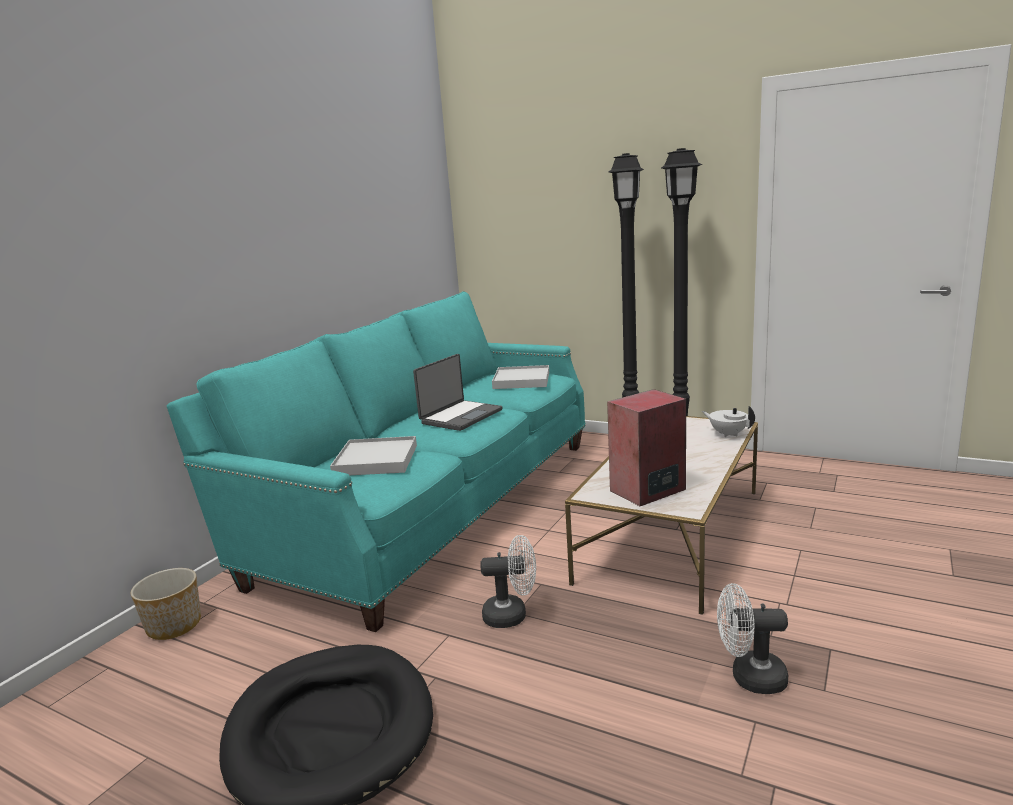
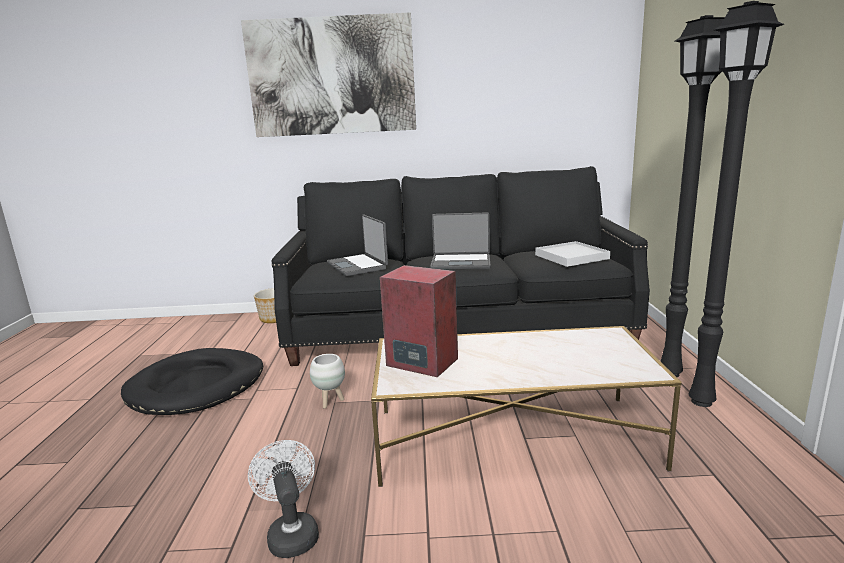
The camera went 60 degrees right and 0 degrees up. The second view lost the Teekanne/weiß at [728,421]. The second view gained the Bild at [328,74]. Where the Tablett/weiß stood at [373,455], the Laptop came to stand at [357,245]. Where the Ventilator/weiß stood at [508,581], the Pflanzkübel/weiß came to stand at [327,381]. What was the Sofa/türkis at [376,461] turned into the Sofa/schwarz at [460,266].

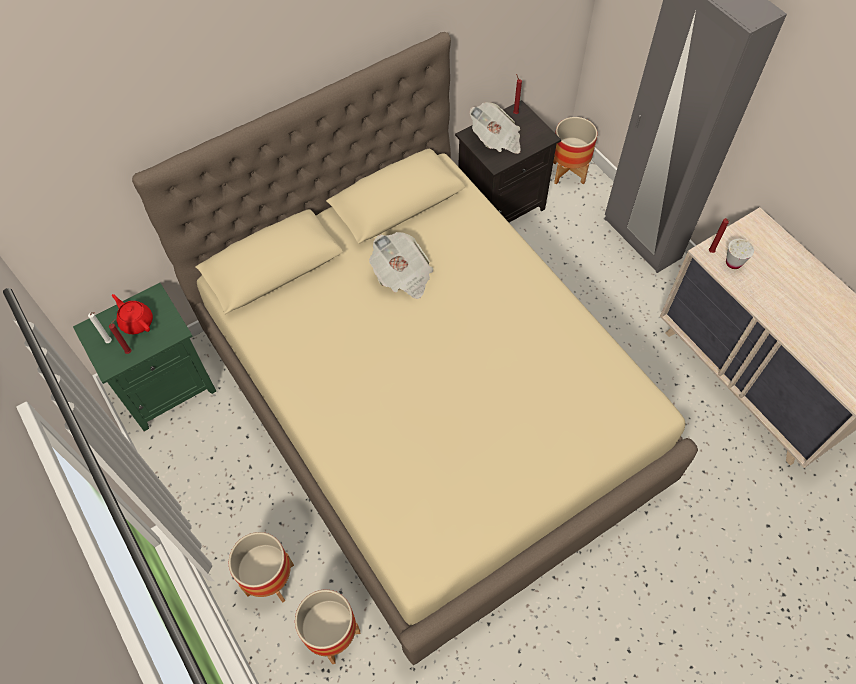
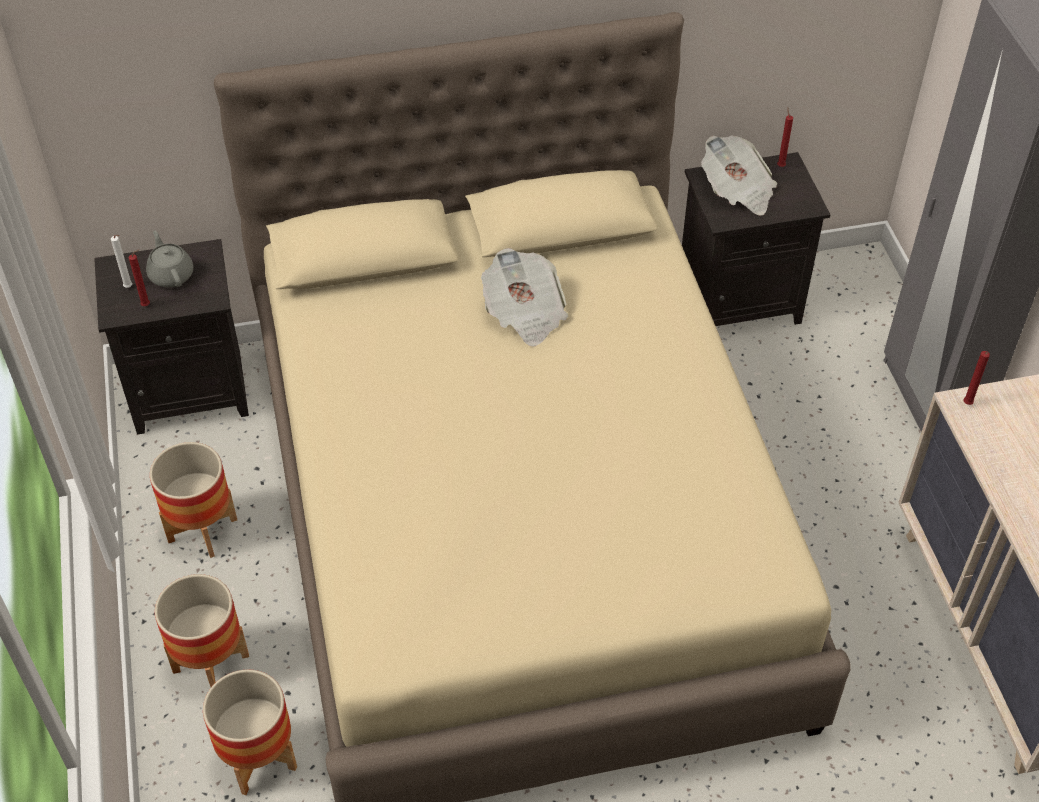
The camera went 20 degrees right and 10 degrees down. The second view lost the Tasse/weiß at [740,254]. The Pflanzkübel ended up elsewhere, having gone from [575,150] to [193,500]. What was the Nachttisch/grün at [144,357] turned into the Nachttisch/schwarz at [171,337]. What was the Teekanne/rot at [132,314] turned into the Teekanne/grau at [169,258].

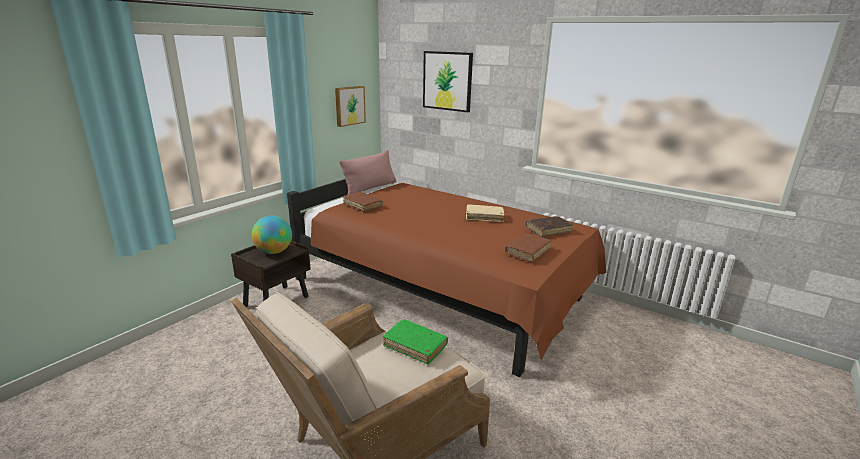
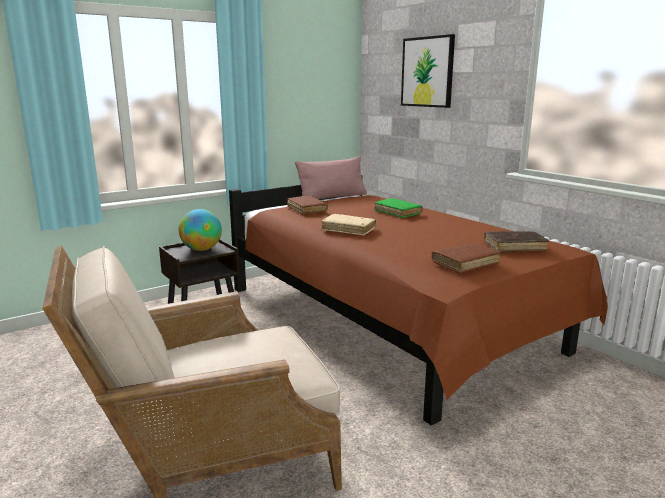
The camera went 20 degrees right and 5 degrees down. The second view lost the Bild at [350,106]. The Buch/grün ended up elsewhere, having gone from [415,341] to [398,208]. The Buch/beige ended up elsewhere, having gone from [485,213] to [349,225].

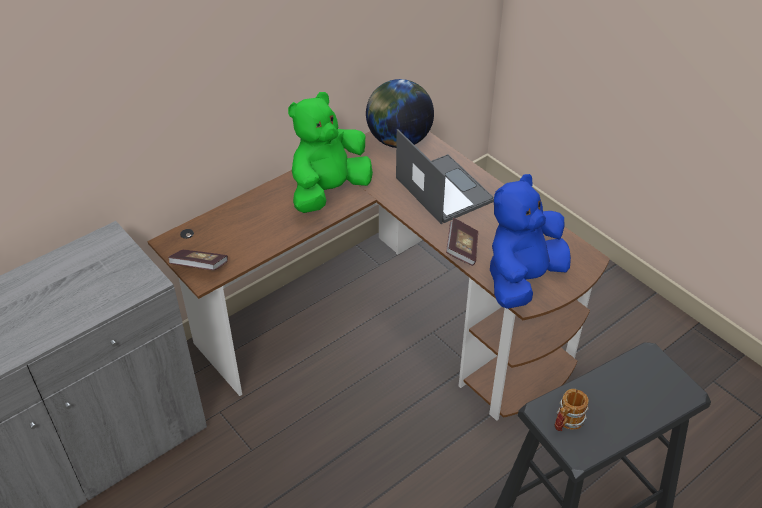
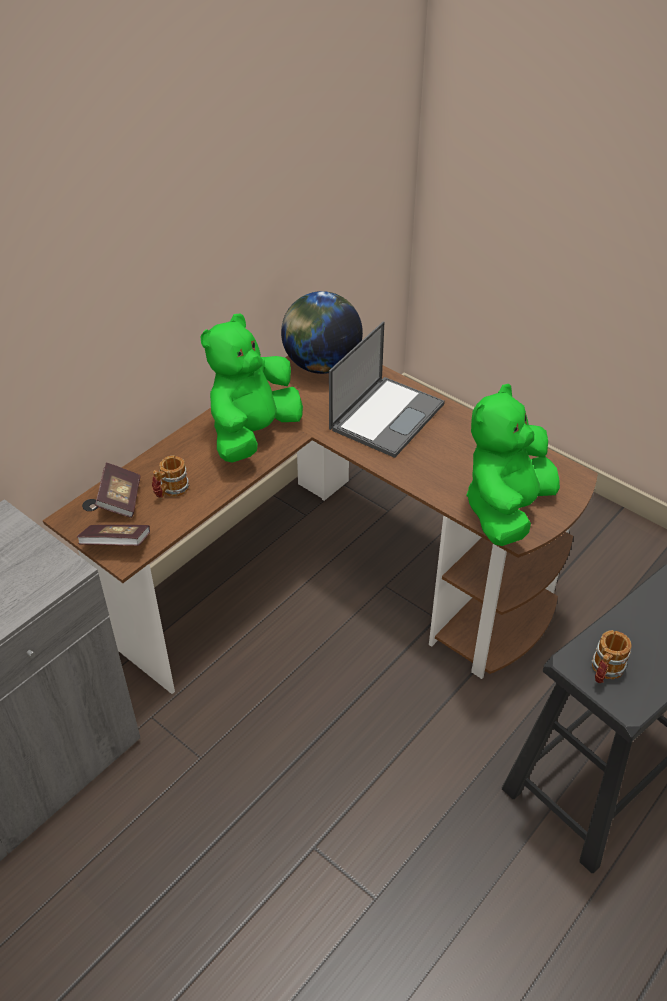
The camera went 10 degrees left and 0 degrees up. The second view gained the Henkelbecher at [170,476]. The Buch ended up elsewhere, having gone from [462,242] to [118,490]. What was the Plüschtier/blau at [530,241] turned into the Plüschtier/grün at [513,465]. The Laptop at [445,176] ended up facing another way, 75 degrees clockwise from before.

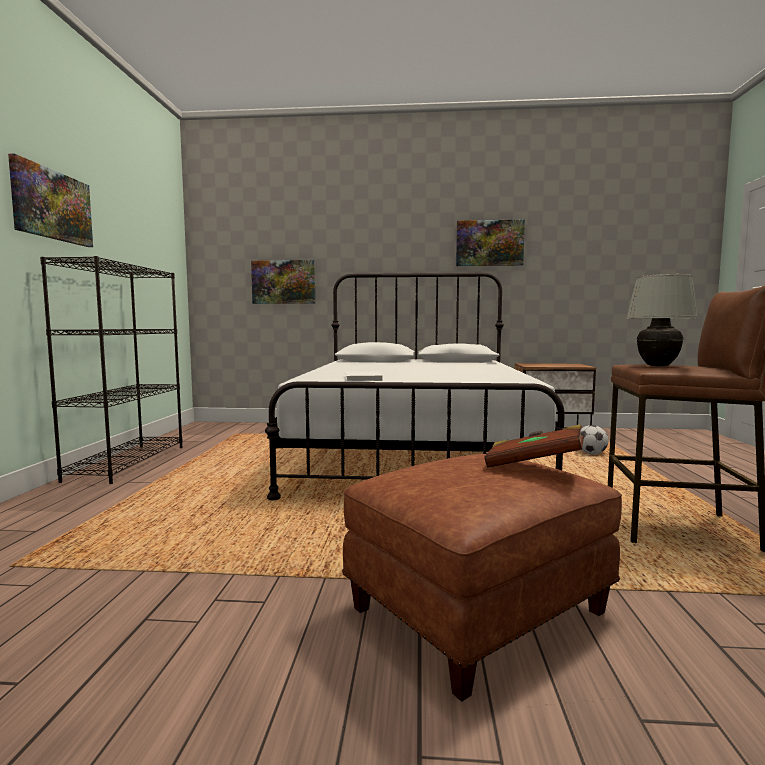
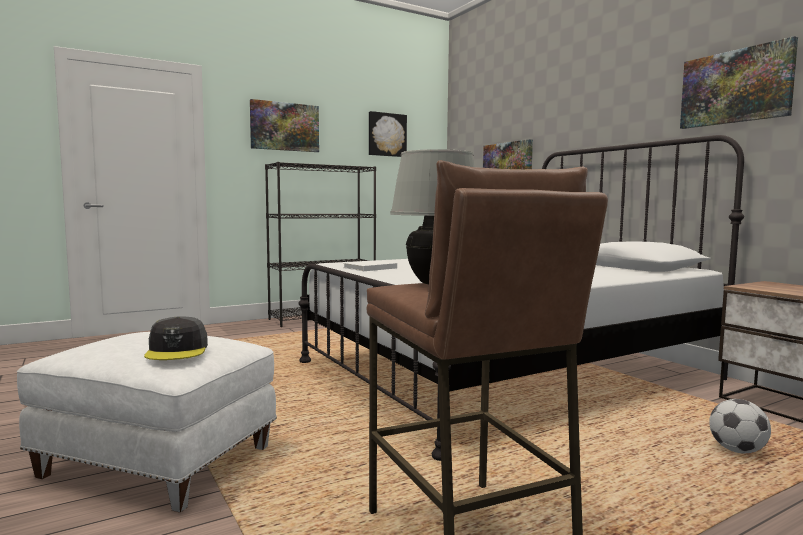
The camera went 55 degrees right and 0 degrees up. The second view gained the Bild at [388,134]. Where the Buch/braun stood at [534,446], the Kappe/grau came to stand at [176,338]. What was the Polsterhocker/braun at [482,578] turned into the Polsterhocker/weiß at [147,422].

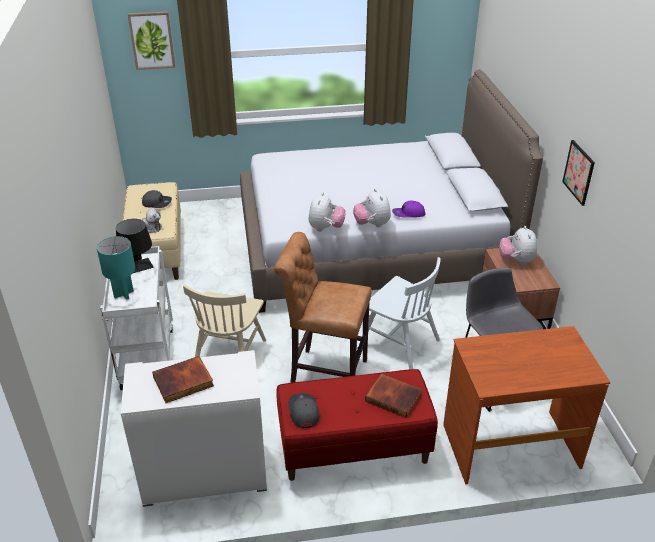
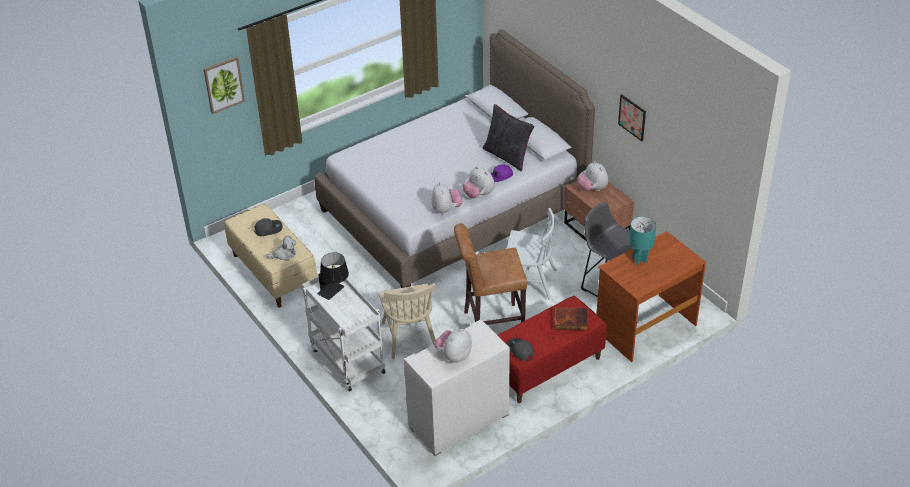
The camera went 25 degrees left and 5 degrees up. The second view gained the Kissen/schwarz at [508,138]. The Tischlampe/türkis ended up elsewhere, having gone from [116,268] to [642,240]. Where the Buch stood at [183,379], the Plüschtier came to stand at [453,346].

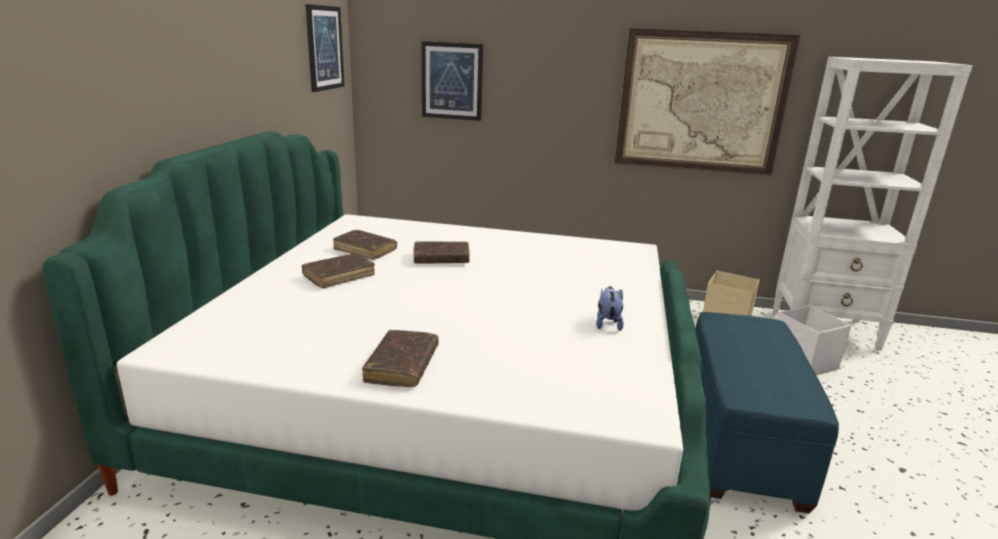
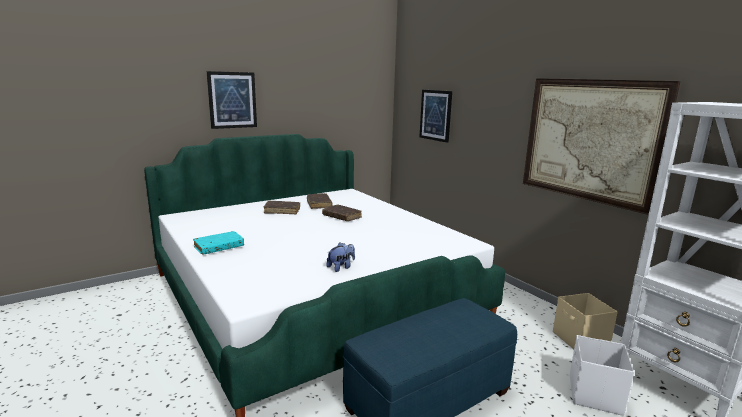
The camera went 45 degrees right and 5 degrees down. The Bild ended up elsewhere, having gone from [324,48] to [232,100]. What was the Buch/braun at [400,358] turned into the Buch/türkis at [218,243].

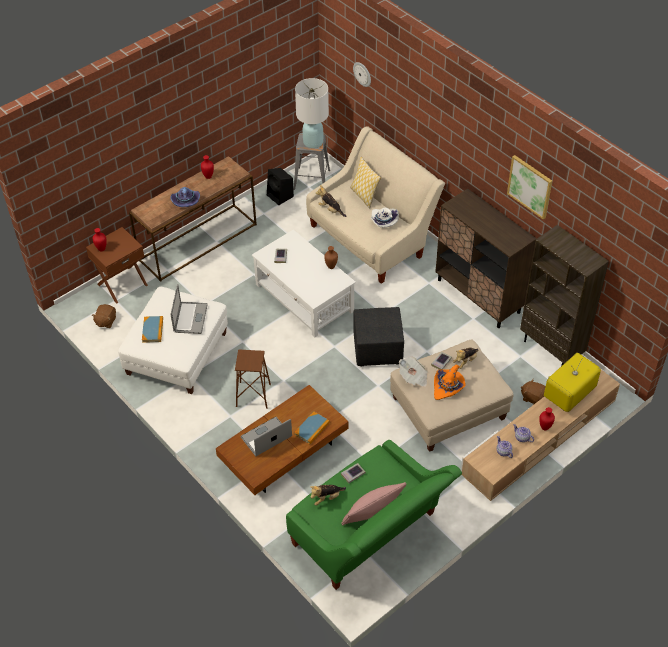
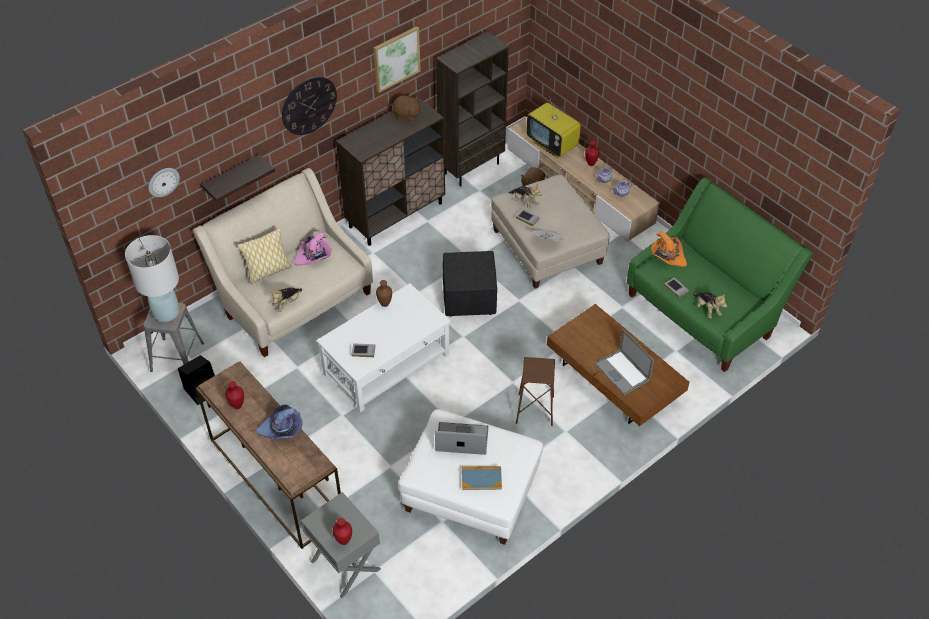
The camera went 90 degrees left and 0 degrees up. The second view lost the Buch at [312,427]. The second view lost the Kissen/rosa at [373,504]. The second view gained the Wandregal at [238,178]. The second view gained the Wanduhr at [309,105]. The Plüschtier/braun ended up elsewhere, having gone from [104,316] to [407,108]. The Hut/orange ended up elsewhere, having gone from [450,382] to [669,249]. What was the Nachttisch/braun at [117,265] turned into the Nachttisch/grau at [341,545]. What was the Hut/weiß at [385,217] turned into the Hut/rosa at [312,249].

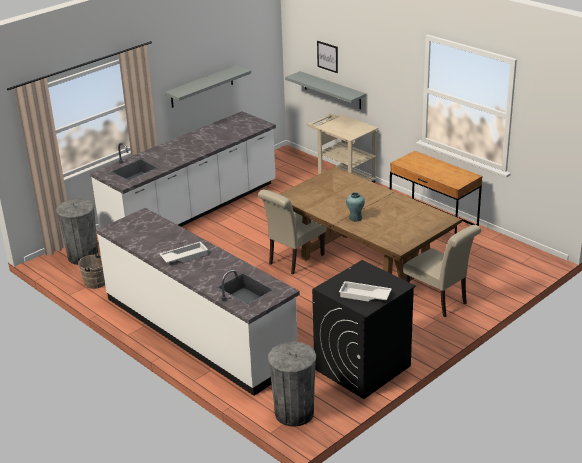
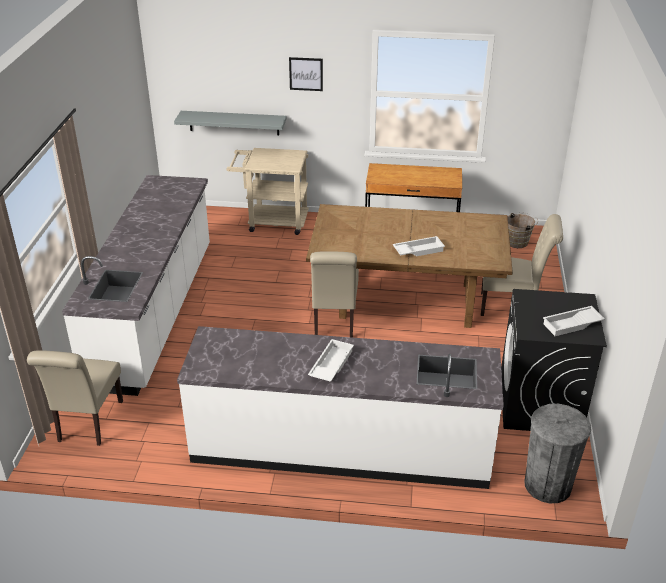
The camera went 40 degrees left and 5 degrees up. The second view lost the Wandregal/grau at [208,86]. The Eimer/braun ended up elsewhere, having gone from [91,271] to [522,230]. The Bild ended up elsewhere, having gone from [327,57] to [306,74]. Where the Mülleimer/grau stood at [77,231], the Stuhl/beige came to stand at [75,398]. Where the Vase/türkis stood at [355,207], the Tablett/weiß came to stand at [419,246].

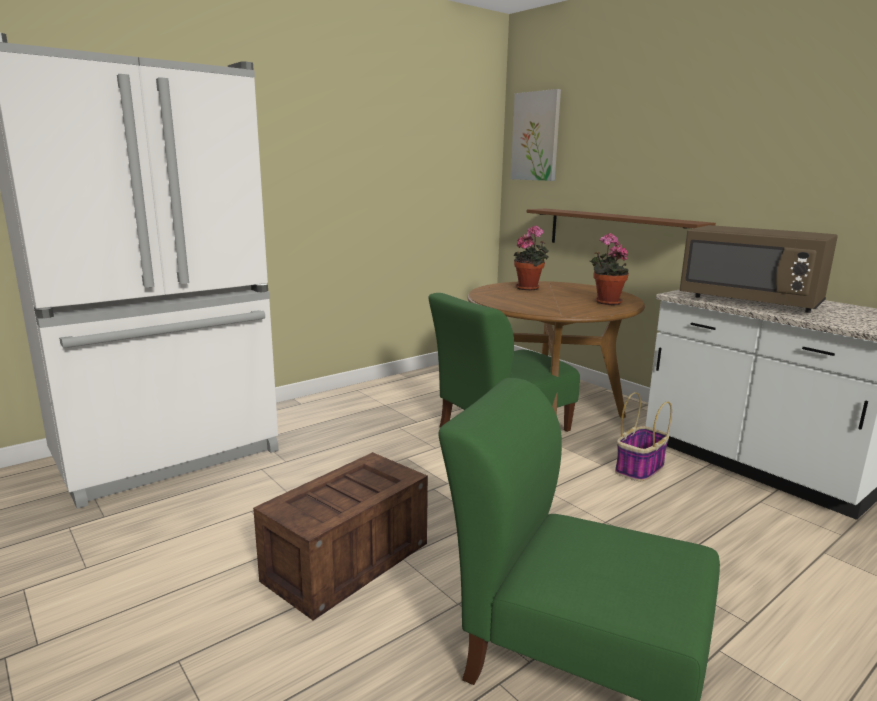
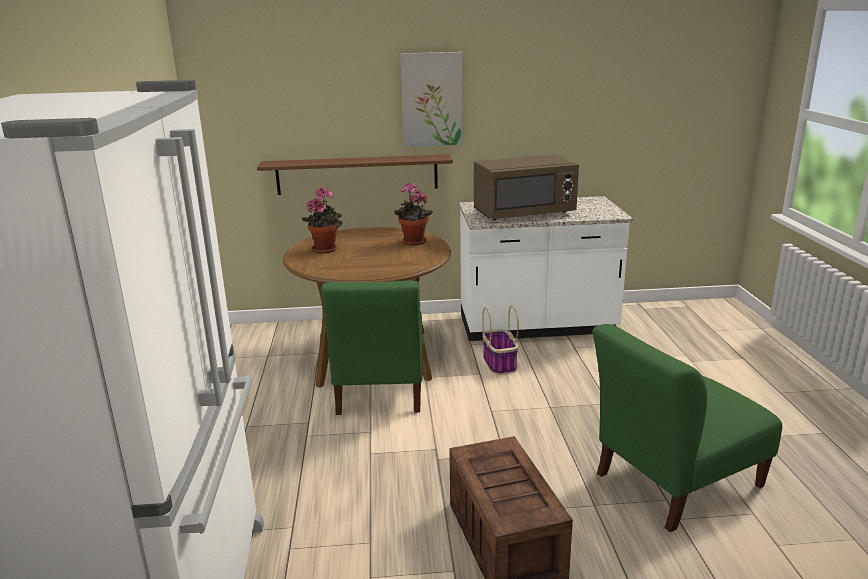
The camera went 55 degrees left and 5 degrees up. The Bild ended up elsewhere, having gone from [536,135] to [432,99].

